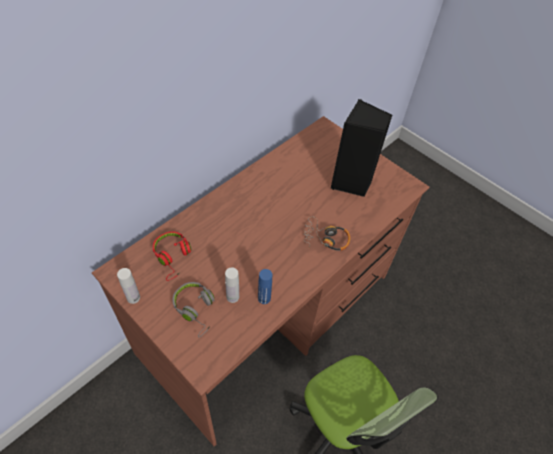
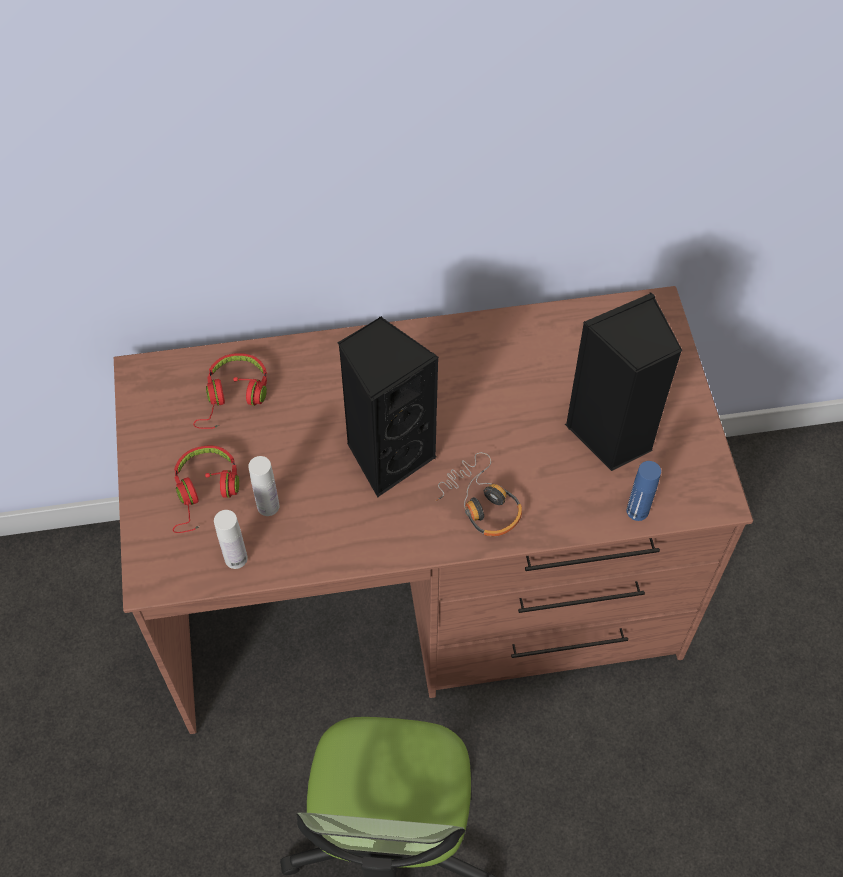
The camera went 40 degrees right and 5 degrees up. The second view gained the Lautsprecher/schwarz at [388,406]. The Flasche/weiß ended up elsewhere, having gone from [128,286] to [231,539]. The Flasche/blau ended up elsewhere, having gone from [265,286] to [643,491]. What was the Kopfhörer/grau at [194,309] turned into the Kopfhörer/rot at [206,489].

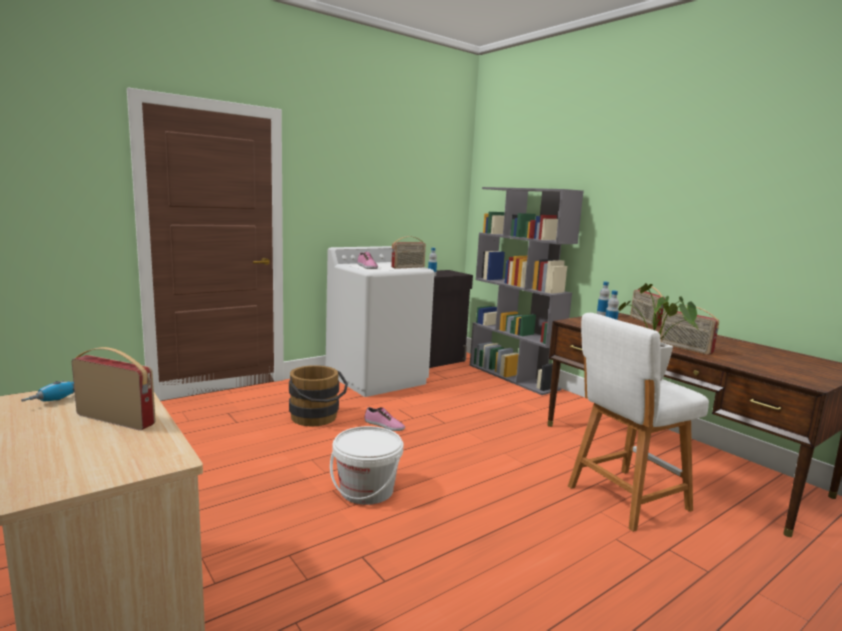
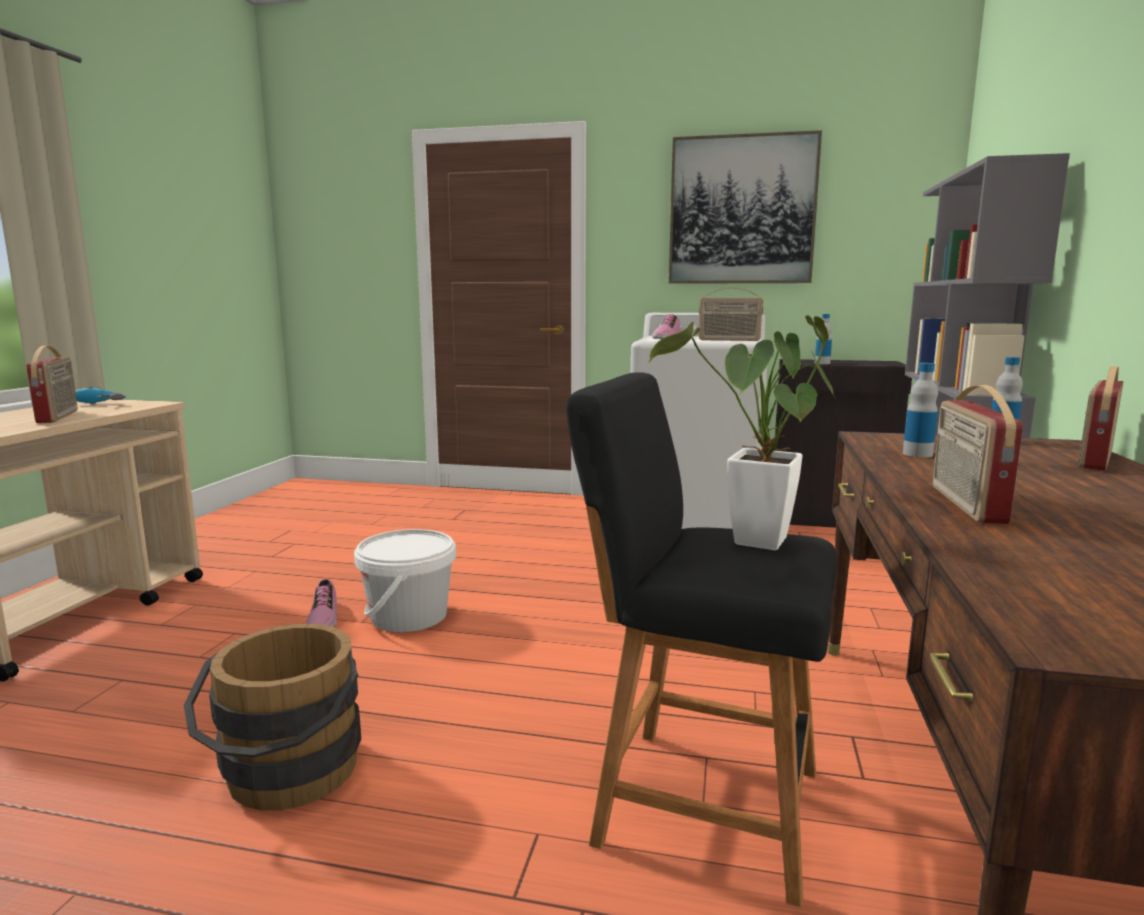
The camera went 50 degrees right and 0 degrees up. The second view gained the Bild at [745,207]. The Eimer/braun ended up elsewhere, having gone from [318,396] to [272,717]. The Schuh ended up elsewhere, having gone from [384,419] to [321,603]. What was the Hocker/weiß at [638,422] turned into the Hocker/schwarz at [701,639].

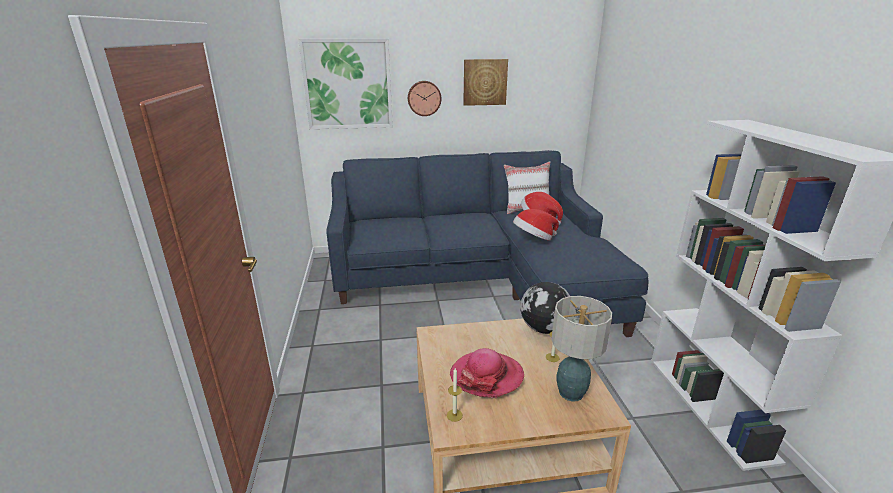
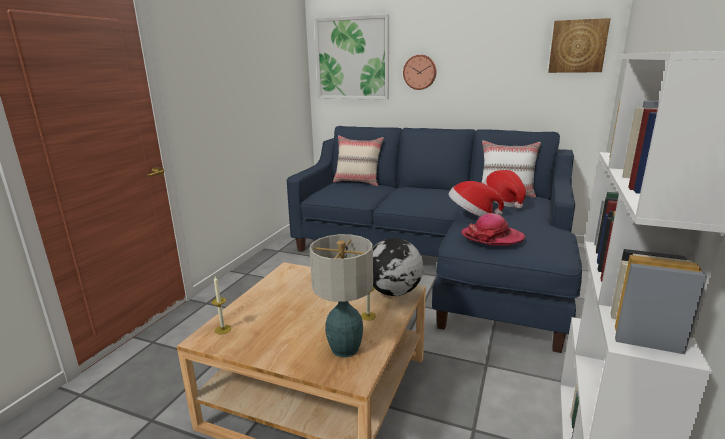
The camera went 30 degrees right and 5 degrees down. The second view gained the Kissen/beige at [358,160]. The Hut ended up elsewhere, having gone from [487,373] to [493,229]. The Bild ended up elsewhere, having gone from [485,82] to [579,45].

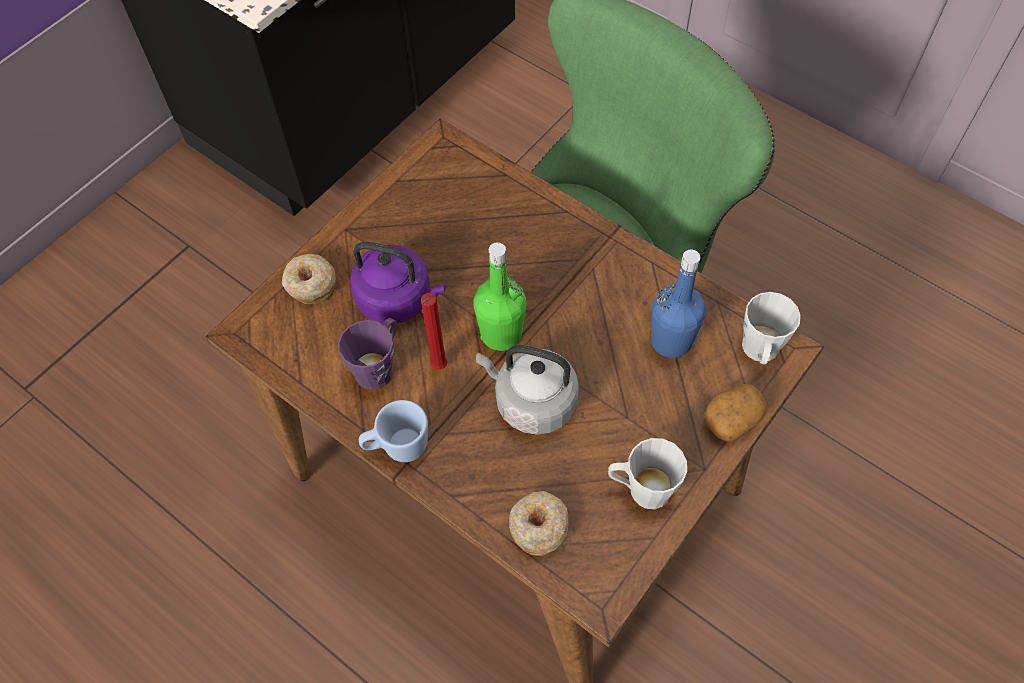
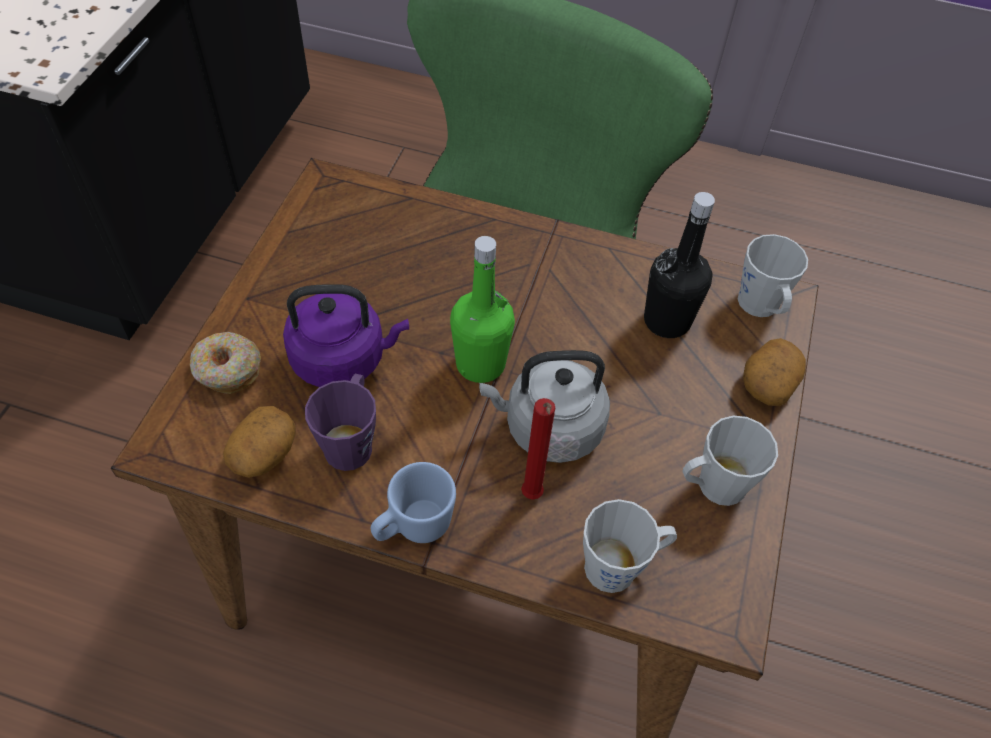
The camera went 25 degrees left and 5 degrees down. The second view gained the Kartoffel at [259,442]. The Kerze/rot ended up elsewhere, having gone from [434,331] to [538,449]. Where the Donut stood at [538,523], the Henkelbecher/grau came to stand at [630,546]. What was the Flasche/blau at [678,304] turned into the Flasche/schwarz at [679,265].

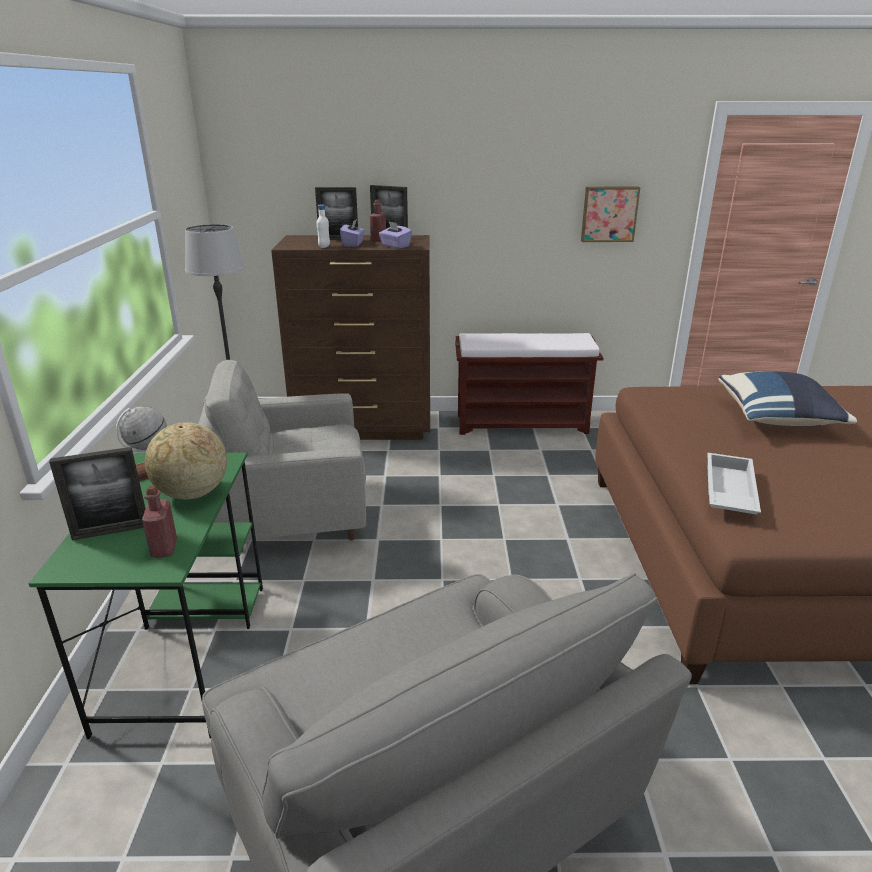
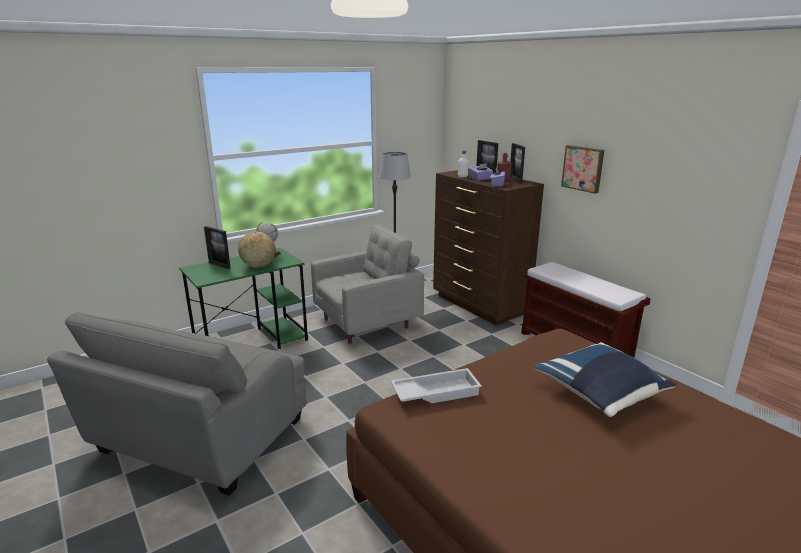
The camera went 55 degrees right and 5 degrees down. The second view lost the Flasche/rot at [159,521]. The Bild ended up elsewhere, having gone from [611,214] to [582,169]. The Sessel/grau at [282,455] ended up facing another way, 105 degrees clockwise from before.

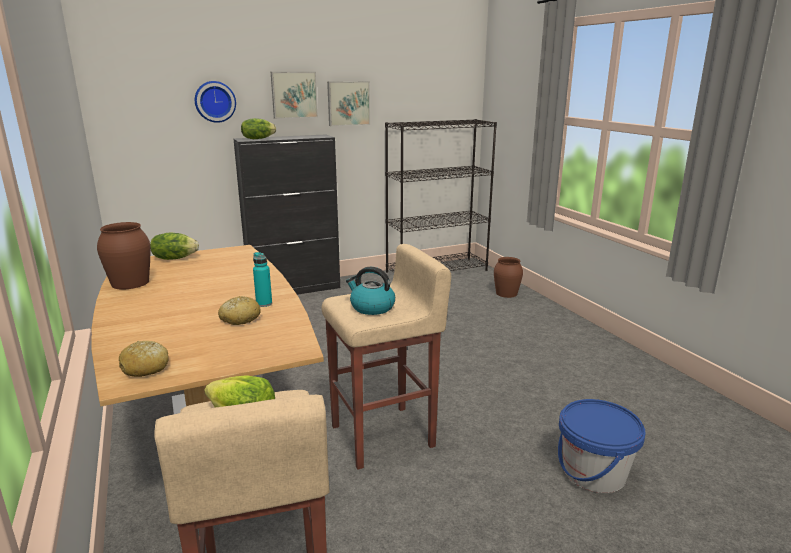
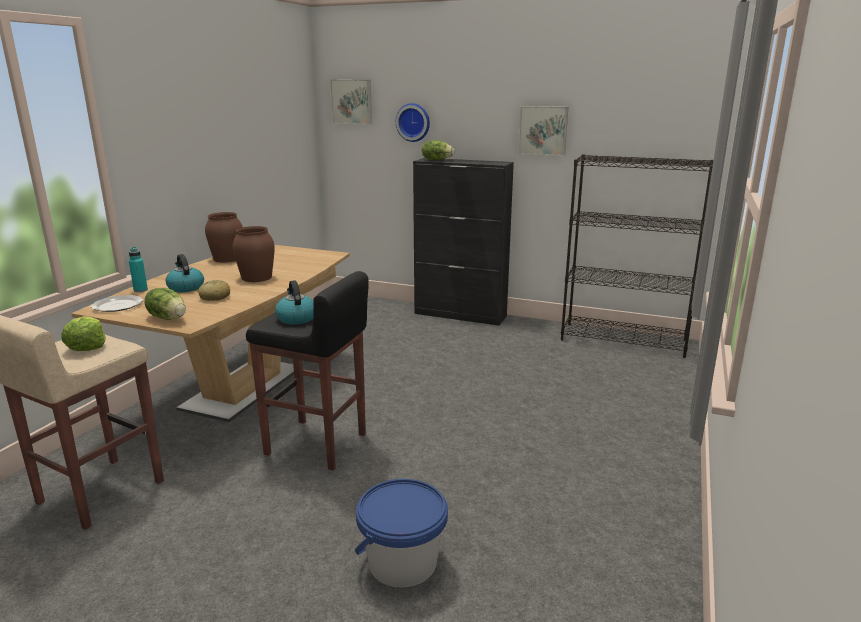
The camera went 45 degrees right and 0 degrees up. The second view gained the Wasserkessel at [184,273]. The Salatkopf ended up elsewhere, having gone from [174,246] to [165,304]. The Flasche/türkis ended up elsewhere, having gone from [262,279] to [138,269]. The Bild ended up elsewhere, having gone from [294,95] to [351,102]. The Vase/braun ended up elsewhere, having gone from [508,277] to [254,254]. Where the Brot stood at [144,359], the Teller came to stand at [117,303]. What was the Hocker/beige at [386,356] turned into the Hocker/schwarz at [307,371].

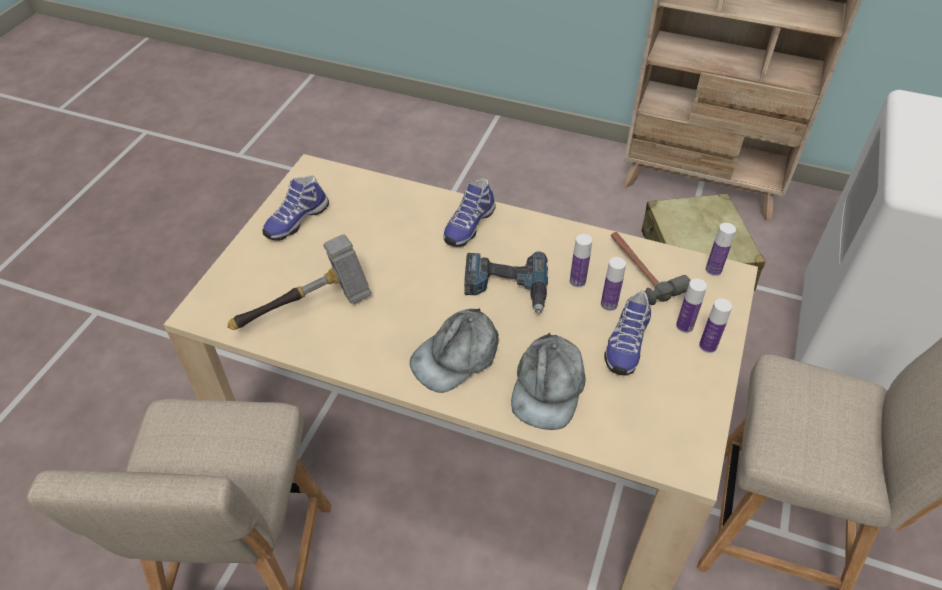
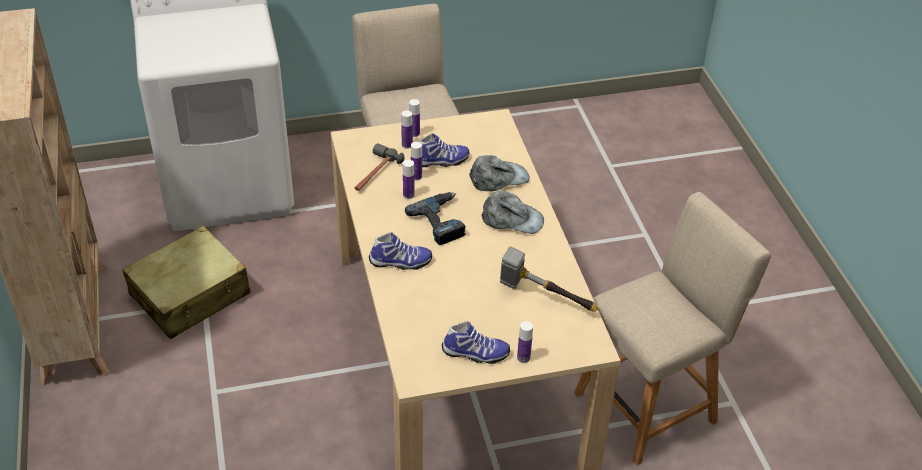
The camera went 125 degrees left and 5 degrees down. The Flasche ended up elsewhere, having gone from [720,249] to [525,342].

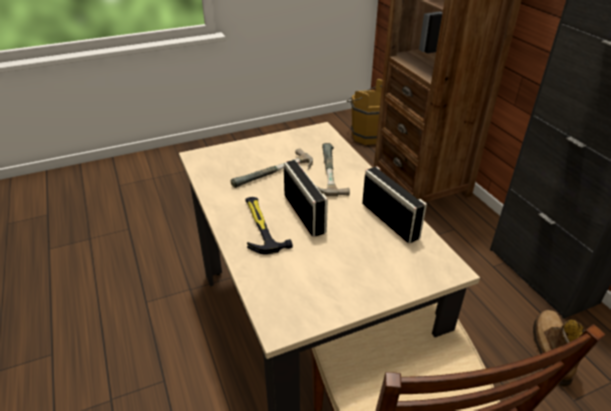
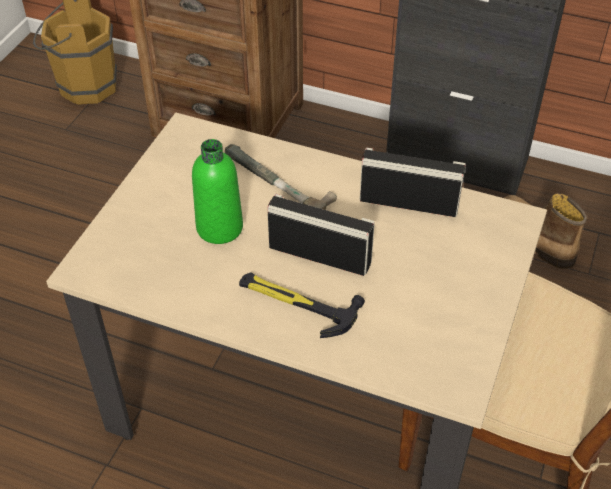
The camera went 45 degrees left and 10 degrees up. Where the Hammer stood at [272,168], the Flasche/grün came to stand at [217,191].

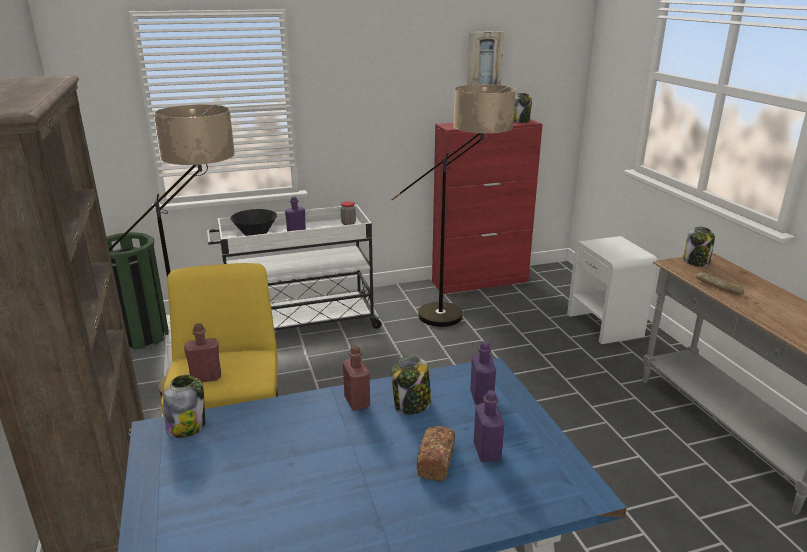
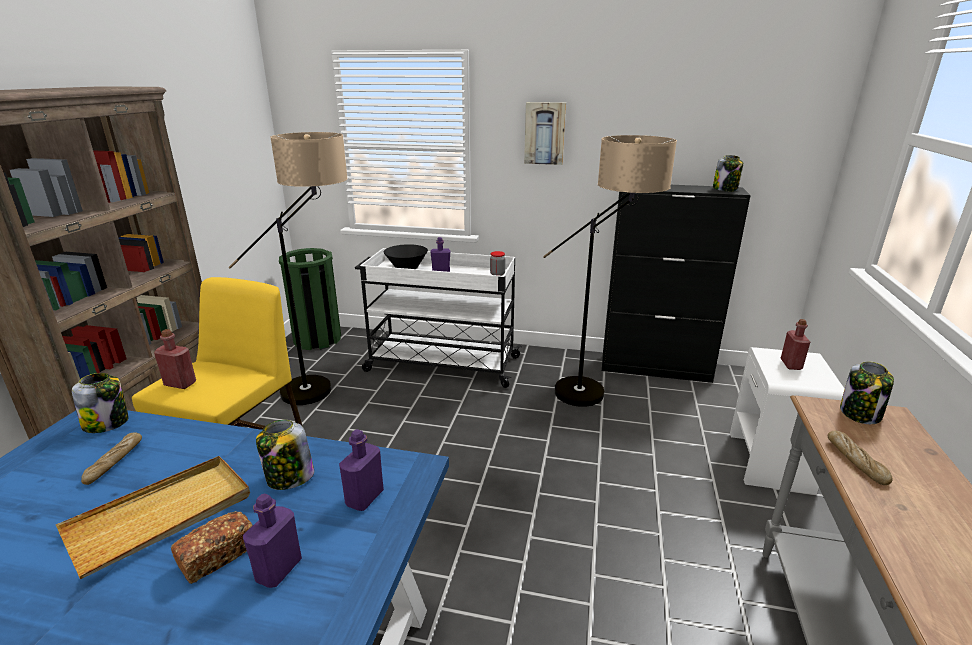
The camera went 30 degrees right and 0 degrees up. The second view gained the Tablett/beige at [153,517]. The second view gained the Brot at [111,458]. The Flasche/rot ended up elsewhere, having gone from [356,378] to [795,344]. The Bild ended up elsewhere, having gone from [485,58] to [545,133]. What was the Schrank/rot at [487,206] turned into the Schrank/schwarz at [676,284].

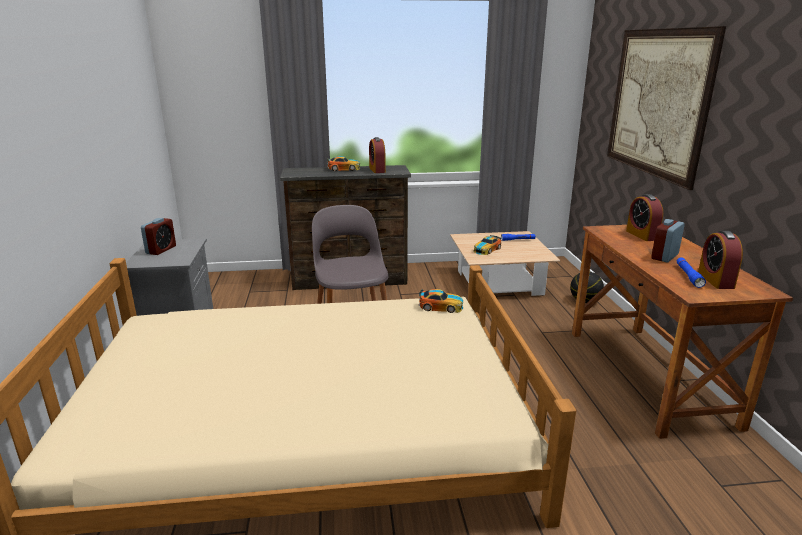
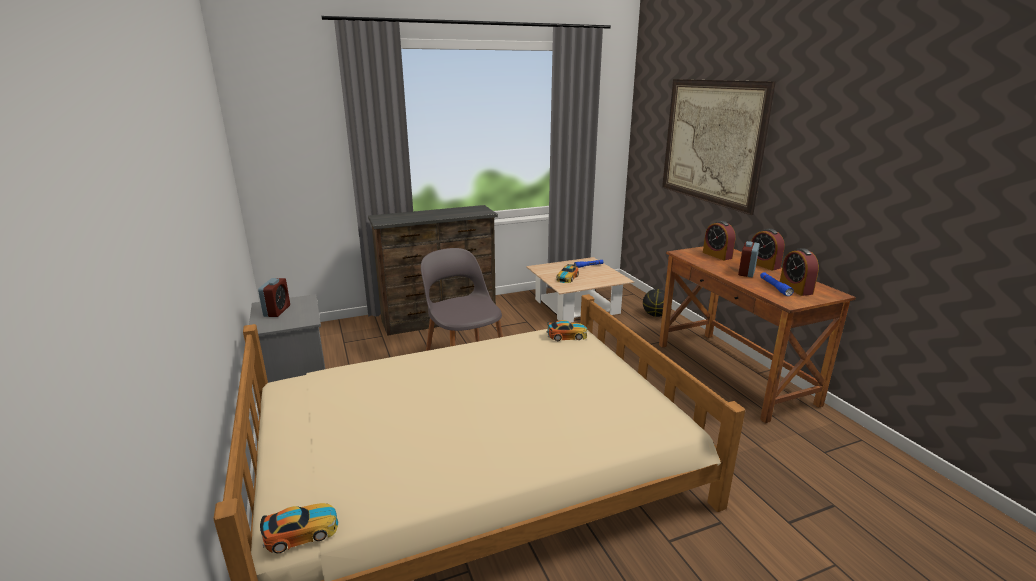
The camera went 15 degrees left and 0 degrees up. The Spielzeugauto ended up elsewhere, having gone from [343,163] to [299,528]. The Wecker ended up elsewhere, having gone from [377,155] to [768,250].

